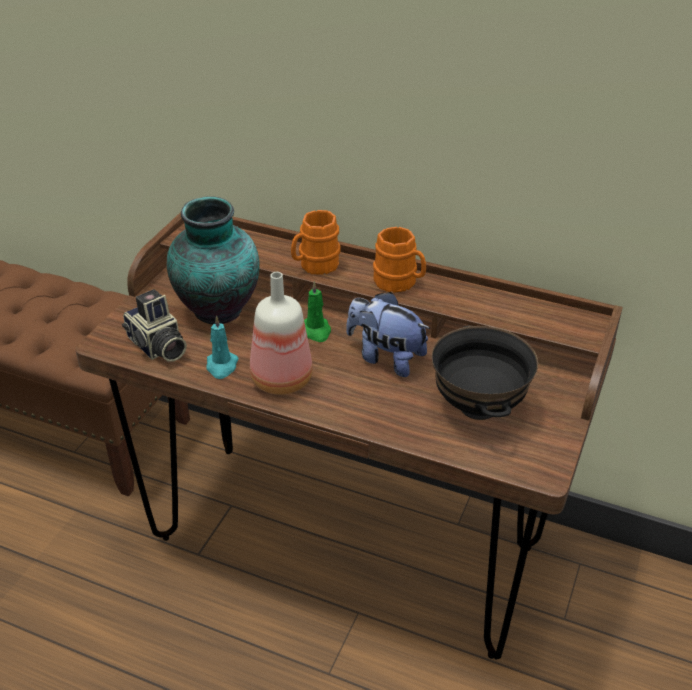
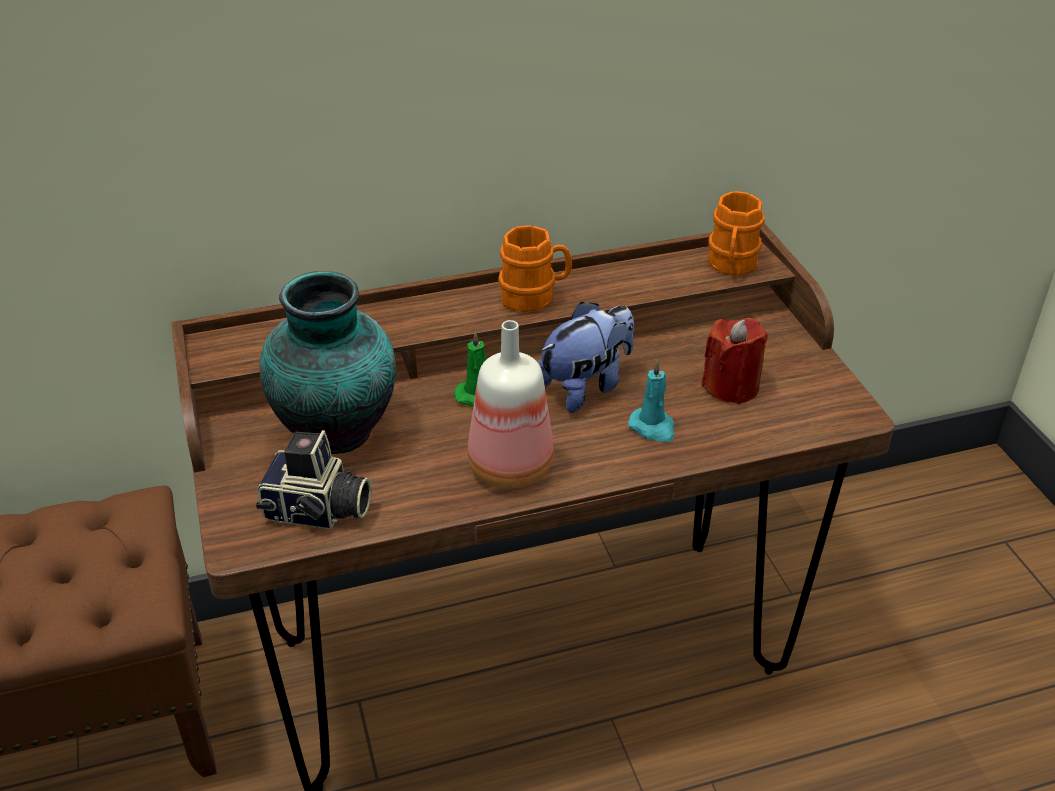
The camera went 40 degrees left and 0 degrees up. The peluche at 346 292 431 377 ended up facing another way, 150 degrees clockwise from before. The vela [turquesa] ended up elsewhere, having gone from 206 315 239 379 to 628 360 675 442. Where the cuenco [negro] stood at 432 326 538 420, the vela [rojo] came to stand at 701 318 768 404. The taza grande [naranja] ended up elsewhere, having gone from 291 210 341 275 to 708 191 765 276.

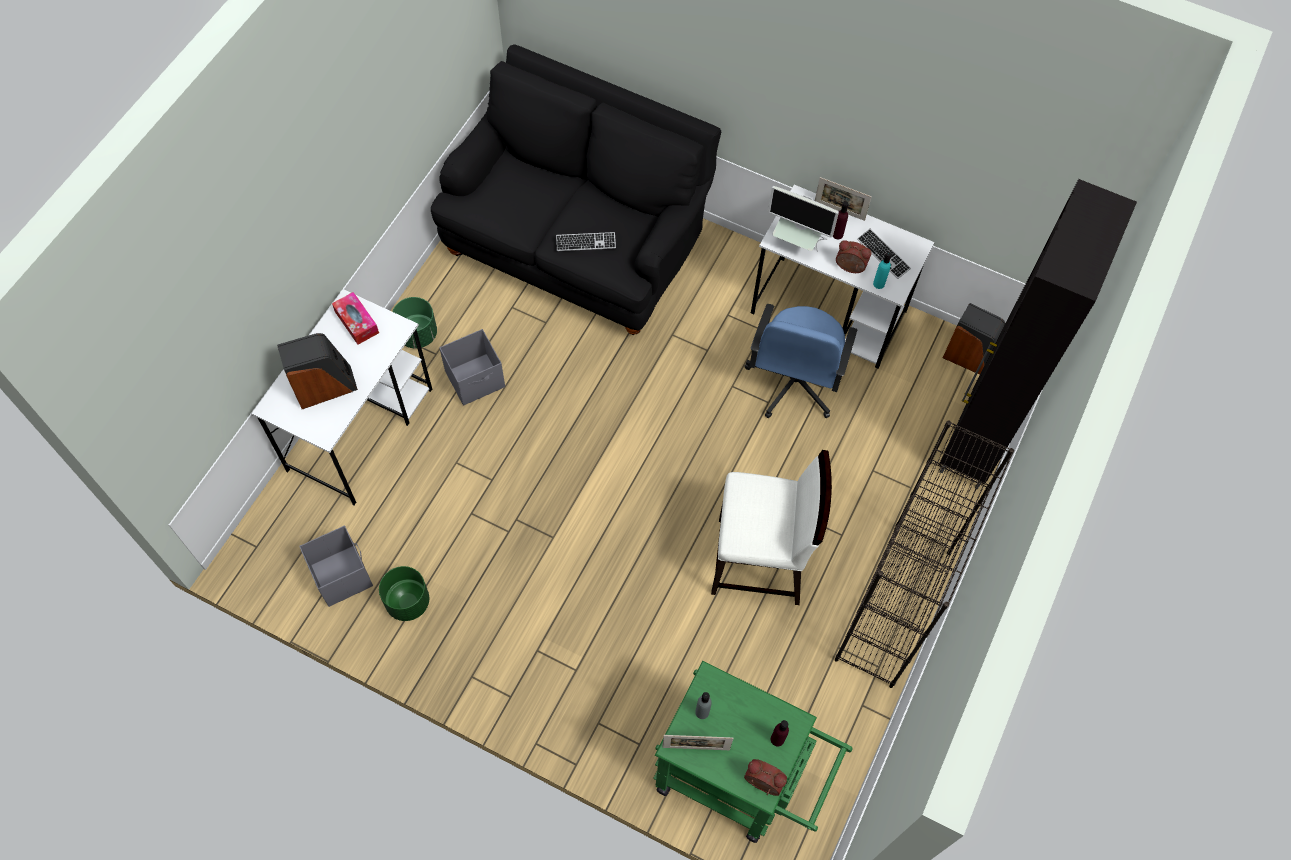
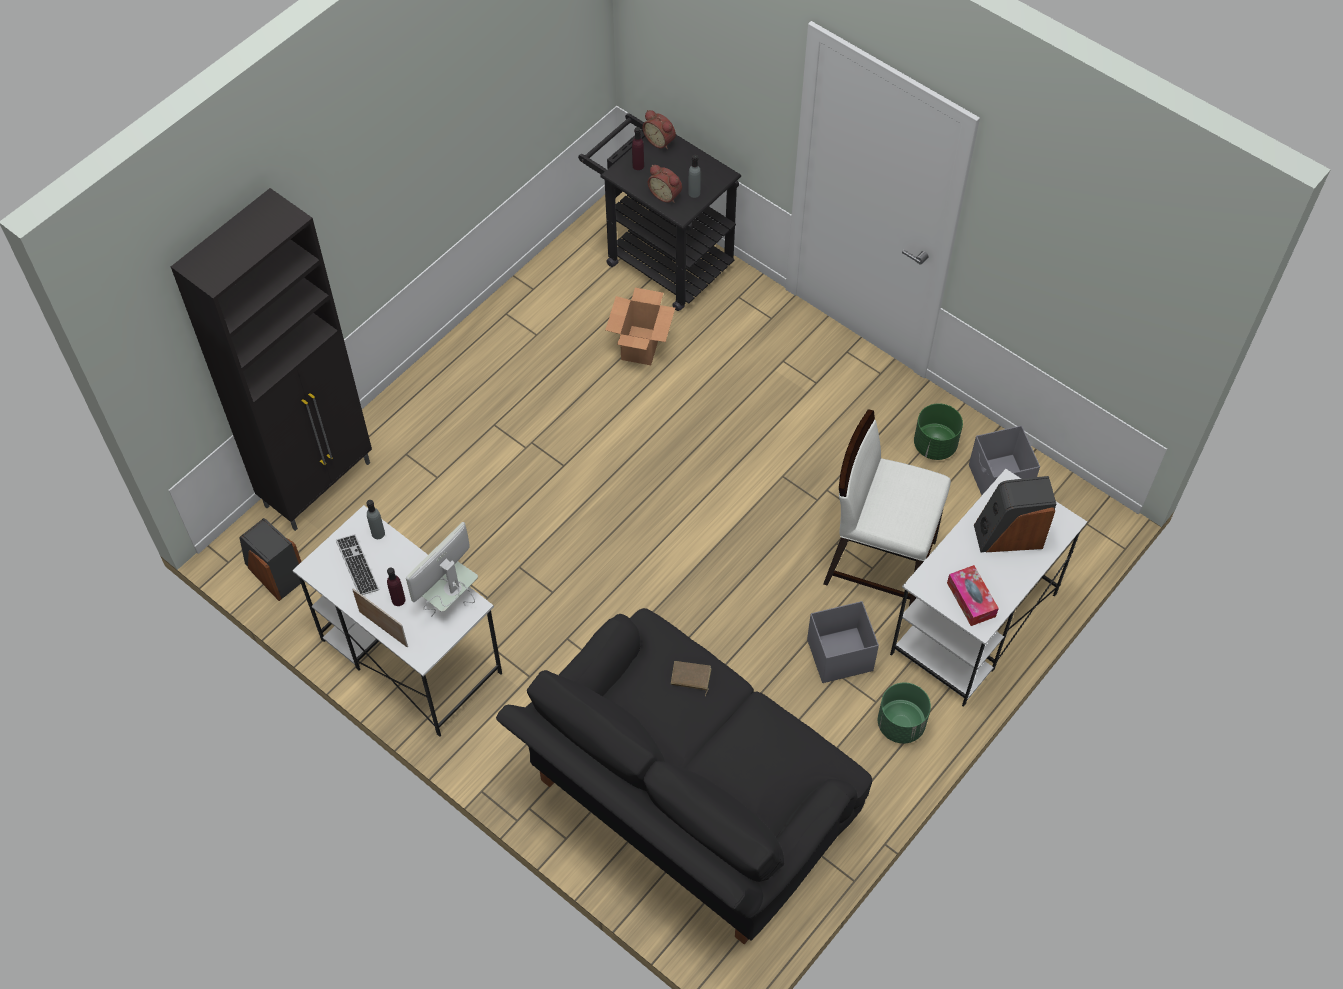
The camera went 165 degrees left and 5 degrees down. What was the botella [turquesa] at 873 252 892 289 turned into the botella [gris] at 366 500 385 539. The monitor at 768 186 839 252 ended up facing another way, 90 degrees counterclockwise from before. What was the carrito [verde] at 653 661 853 843 turned into the carrito [negro] at 578 113 741 311. The second view gained the caja de cartón at 605 288 675 365. The despertador ended up elsewhere, having gone from 836 240 872 273 to 648 165 682 203. Where the teclado stood at 556 232 616 251, the libro [marrón] came to stand at 671 661 712 697. The silla [blanco] ended up elsewhere, having gone from 711 450 832 605 to 823 409 951 606. The second view lost the portarretratos at 662 735 733 750. The second view lost the silla de oficina [azul] at 744 304 857 418. The second view lost the estantería [negro] at 835 420 1014 688.

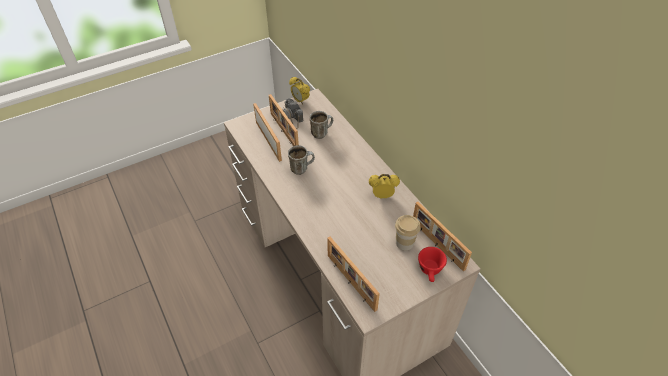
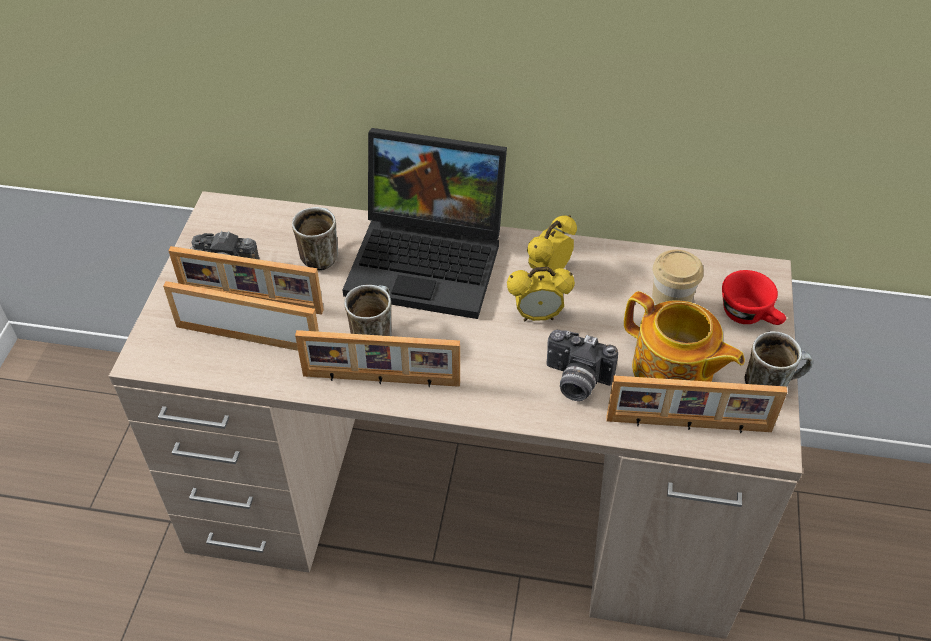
The camera went 50 degrees left and 0 degrees up. The portarretratos ended up elsewhere, having gone from 413 202 472 272 to 295 330 460 388. The second view gained the portátil at 343 128 507 319. The despertador ended up elsewhere, having gone from 289 77 310 105 to 507 267 575 321. The second view gained the cámara at 546 330 618 401. The second view gained the tetera at 624 291 745 382. The second view gained the taza grande at 744 331 813 387.

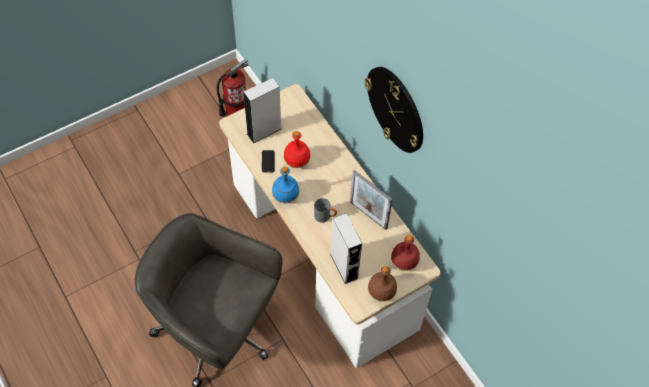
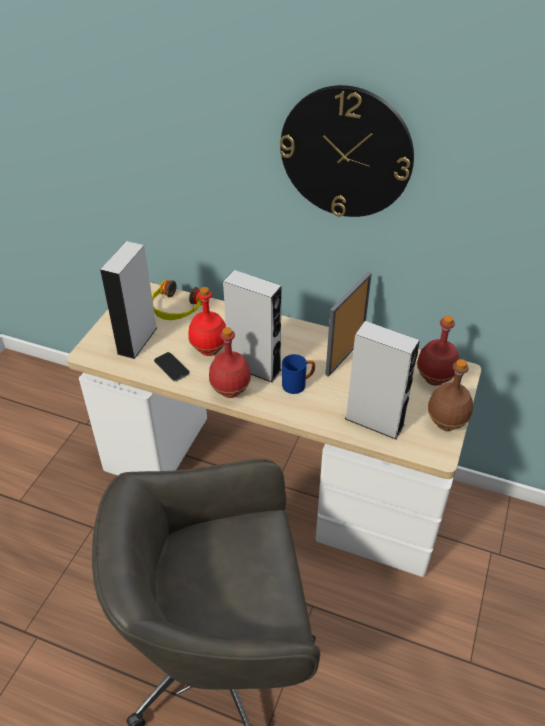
The camera went 35 degrees left and 15 degrees down. The second view gained the auriculares at 152 280 202 320. What was the botella [azul] at 272 167 299 204 turned into the botella [rojo] at 209 327 251 398. The second view gained the altavoz [gris] at 223 270 281 383. What was the taza grande [gris] at 314 198 337 223 turned into the taza grande [azul] at 282 354 315 394. The portarretratos at 350 170 393 230 ended up facing another way, 120 degrees clockwise from before. The second view lost the extintor at 217 59 249 117.

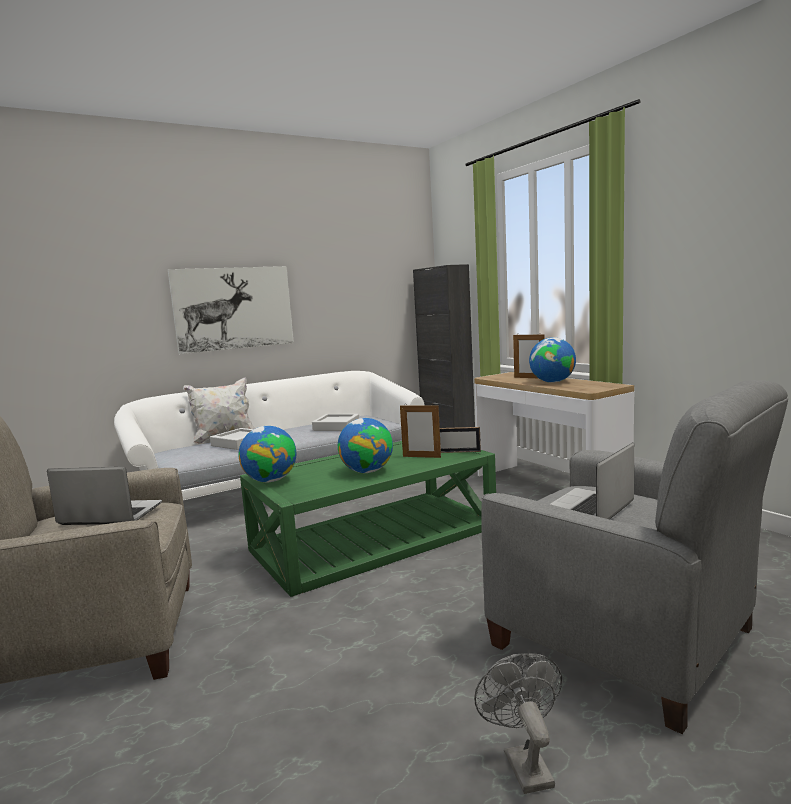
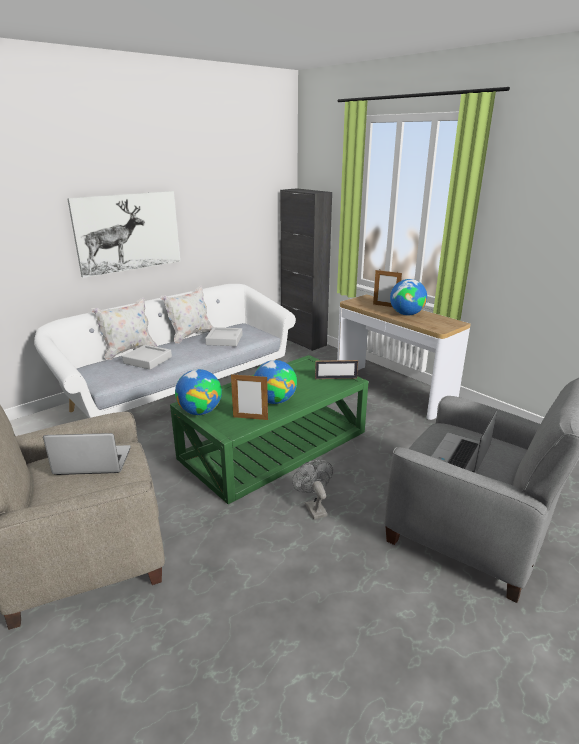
The camera went 10 degrees left and 15 degrees up. The second view gained the cojín [blanco] at 161 285 213 343. The portarretratos ended up elsewhere, having gone from 400 404 441 458 to 231 373 268 420. The ventilador [gris] ended up elsewhere, having gone from 474 653 562 794 to 292 460 333 519.

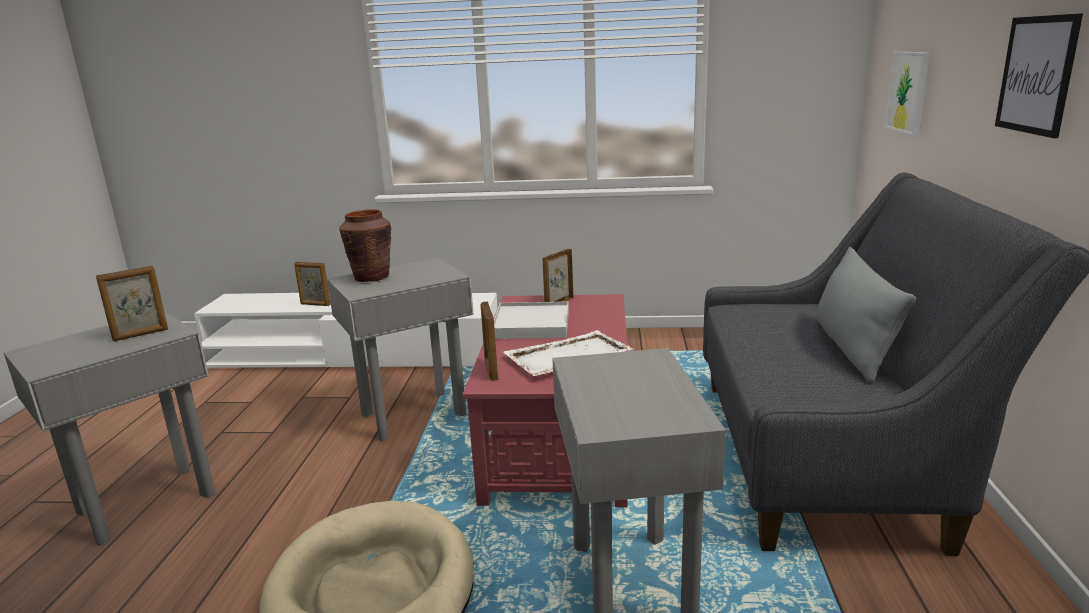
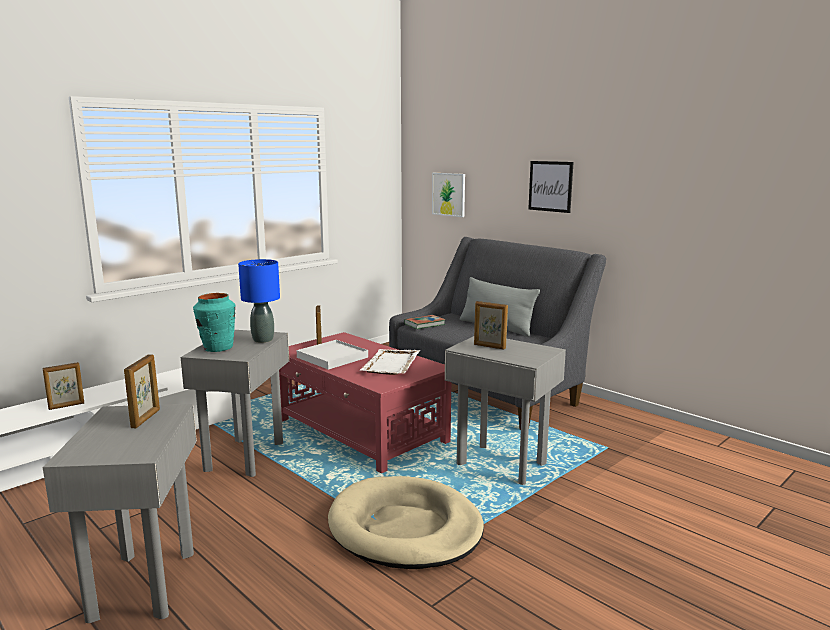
The camera went 50 degrees left and 5 degrees down. What was the florero [marrón] at 339 209 392 282 turned into the florero [turquesa] at 193 293 236 352. The second view gained the lámpara de mesa [azul] at 238 259 280 343. The second view gained the libro at 404 315 445 329. The portarretratos ended up elsewhere, having gone from 481 302 498 381 to 474 301 508 350.

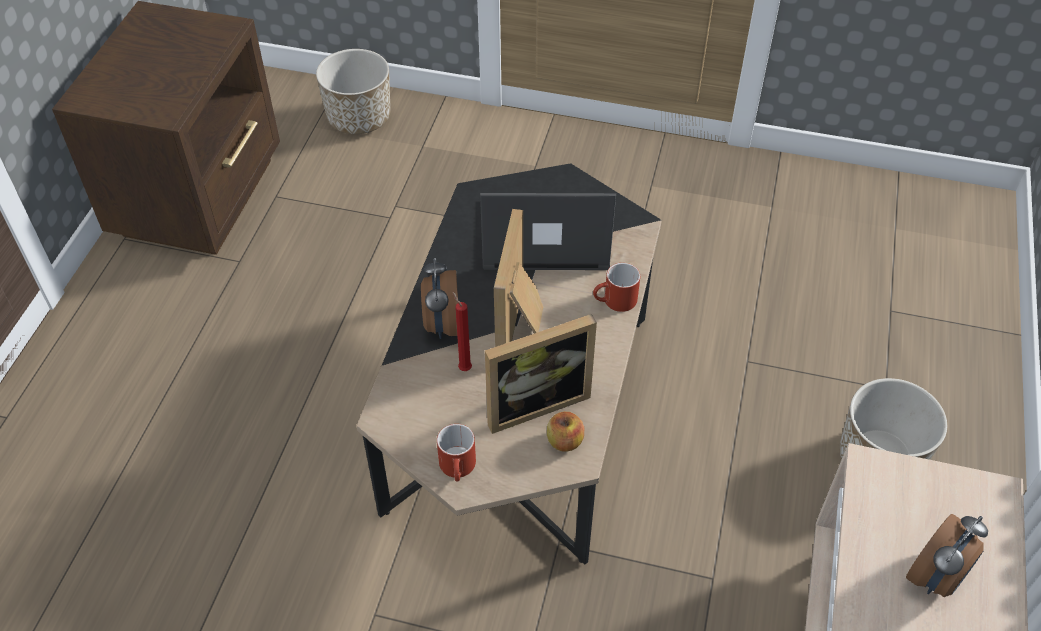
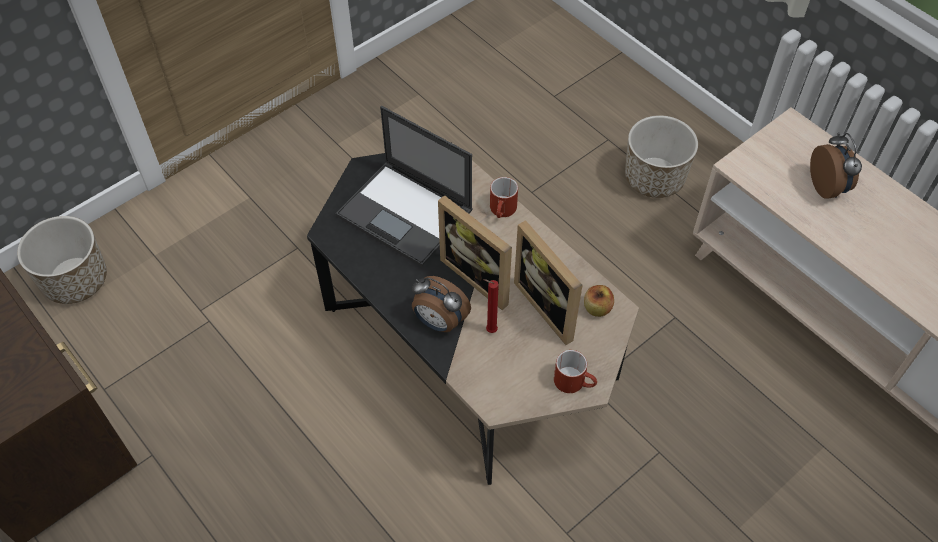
The camera went 55 degrees left and 5 degrees up. The portátil at 480 193 616 270 ended up facing another way, 90 degrees counterclockwise from before. The portarretratos at 485 314 597 434 ended up facing another way, 135 degrees clockwise from before.

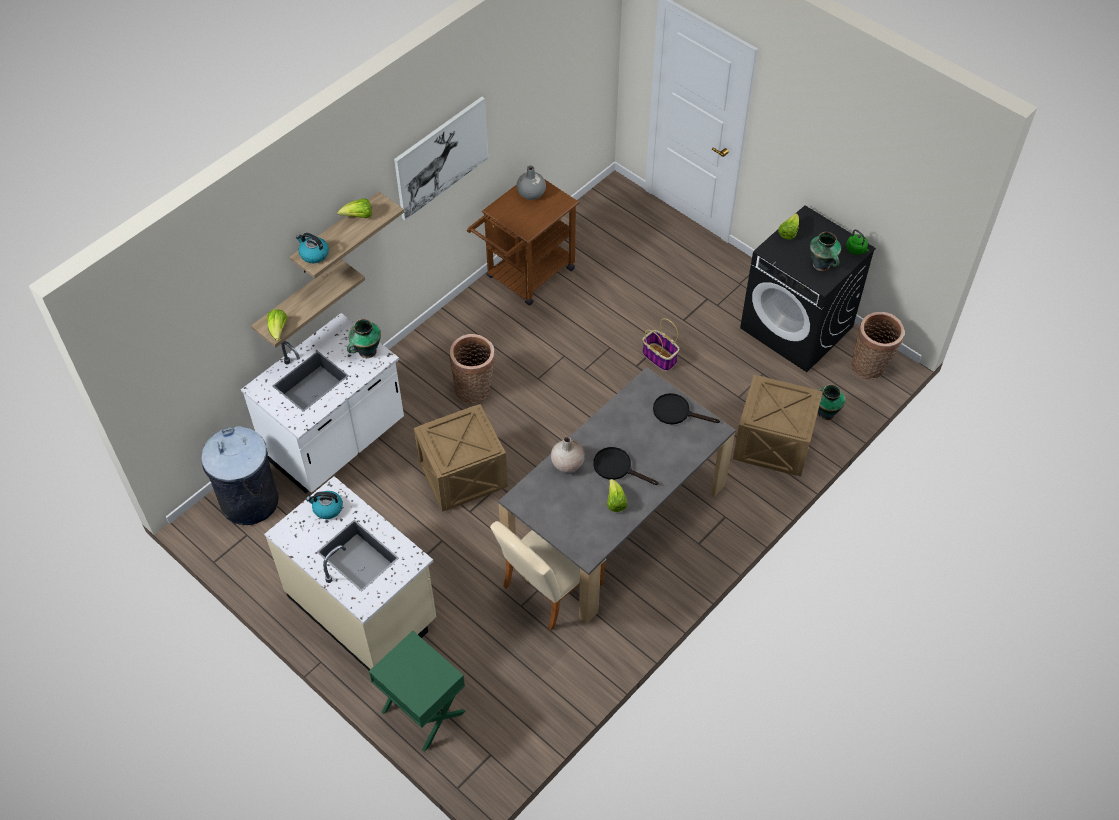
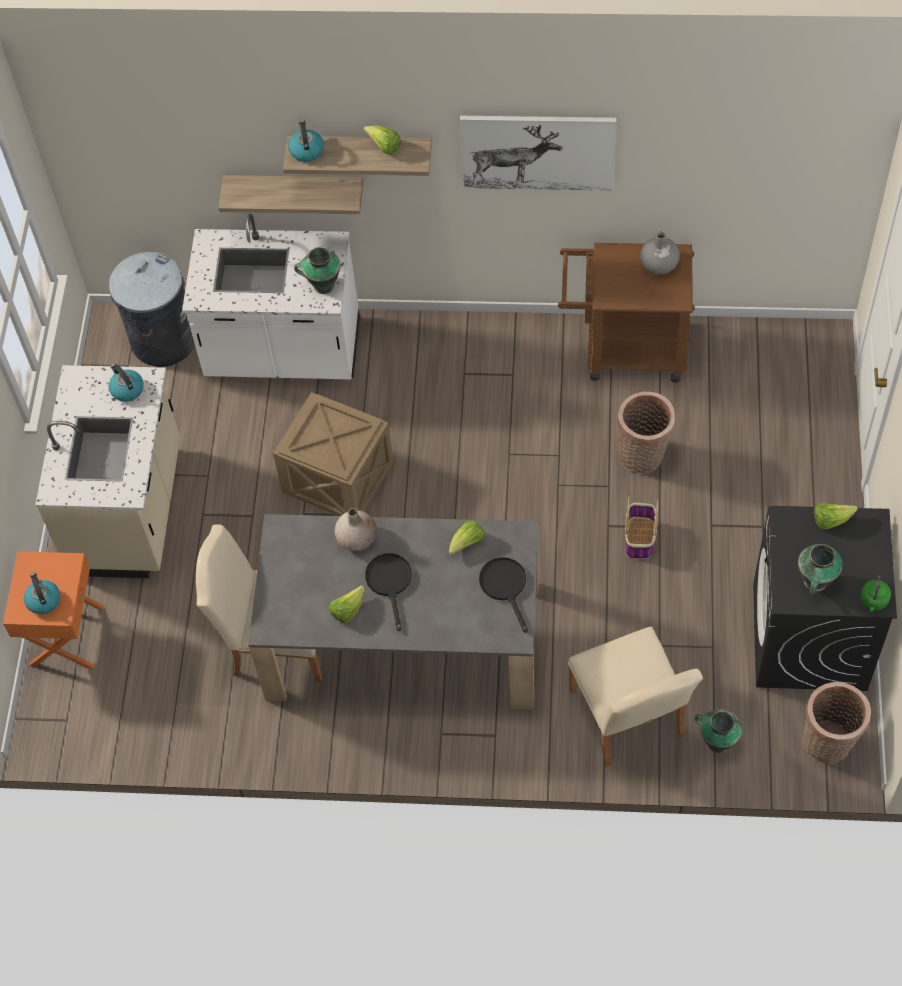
The camera went 55 degrees right and 5 degrees up. What was the mesita de noche [verde] at 369 631 465 752 turned into the mesita de noche [naranja] at 3 551 104 668. The second view gained the hervidor at 24 572 60 614. The lechuga ended up elsewhere, having gone from 267 309 288 341 to 449 520 485 555. Where the caja de embalaje stood at 733 375 823 477, the silla [beis] came to stand at 568 627 703 767. The cesta ended up elsewhere, having gone from 449 334 495 404 to 617 392 675 474.

